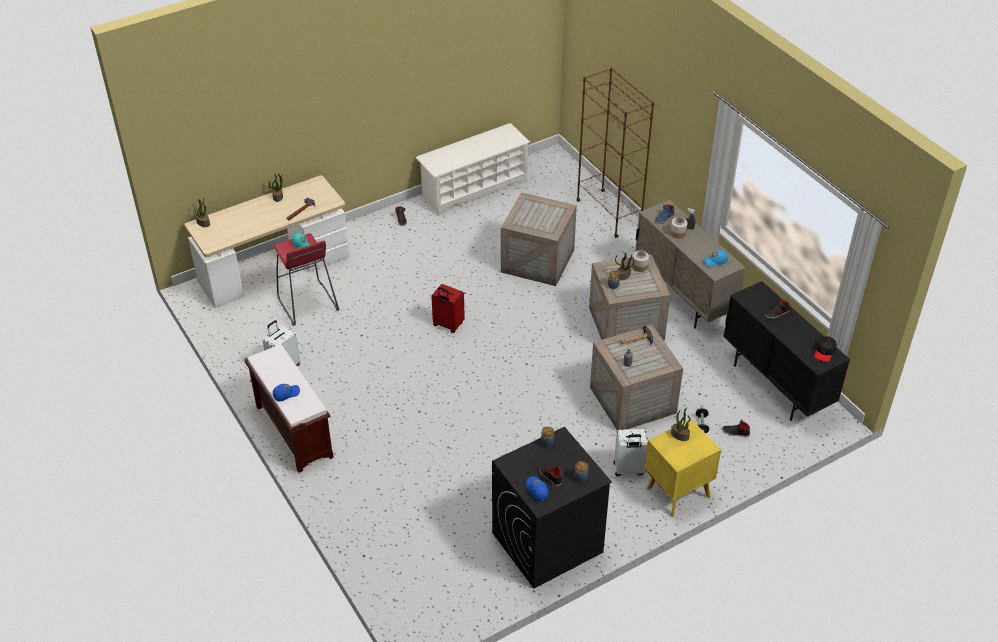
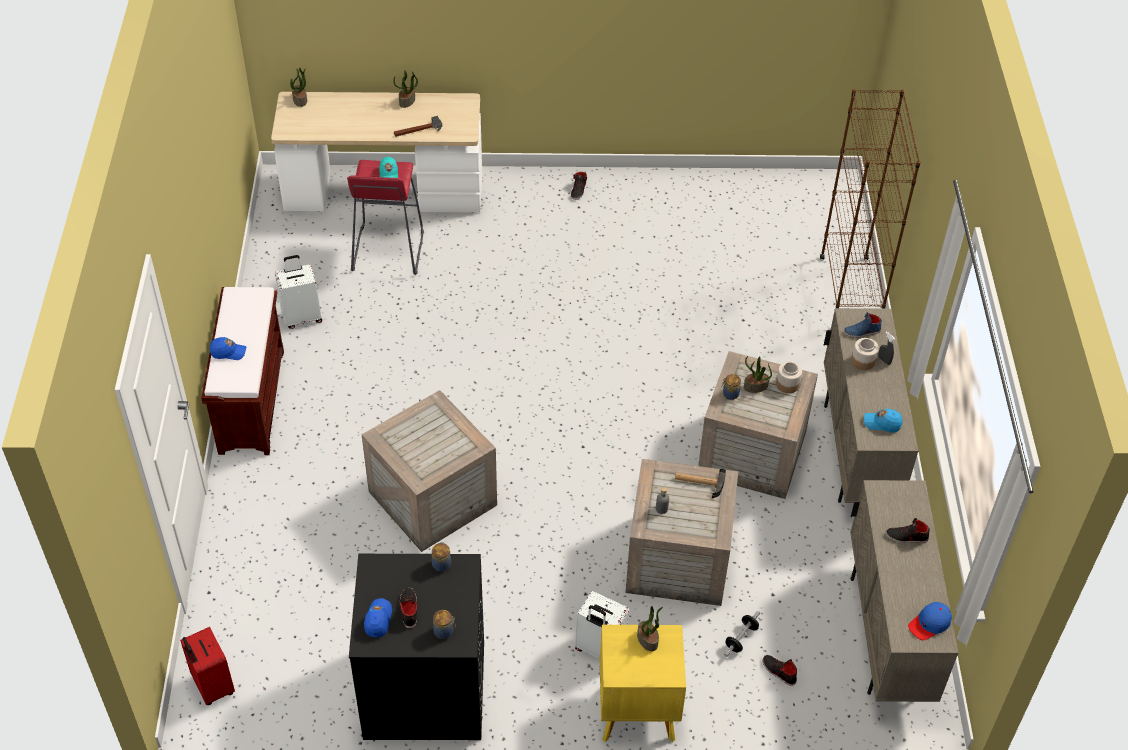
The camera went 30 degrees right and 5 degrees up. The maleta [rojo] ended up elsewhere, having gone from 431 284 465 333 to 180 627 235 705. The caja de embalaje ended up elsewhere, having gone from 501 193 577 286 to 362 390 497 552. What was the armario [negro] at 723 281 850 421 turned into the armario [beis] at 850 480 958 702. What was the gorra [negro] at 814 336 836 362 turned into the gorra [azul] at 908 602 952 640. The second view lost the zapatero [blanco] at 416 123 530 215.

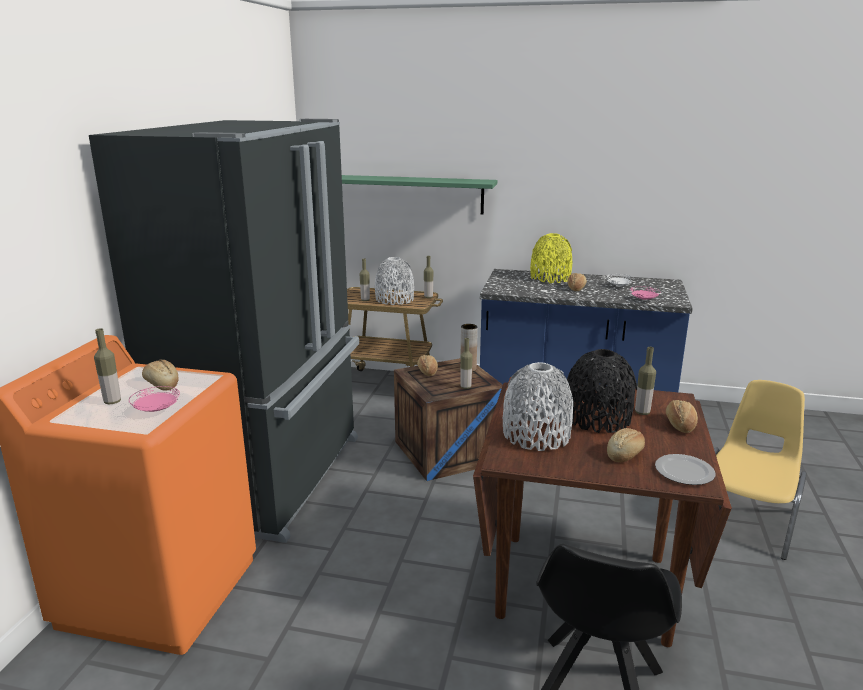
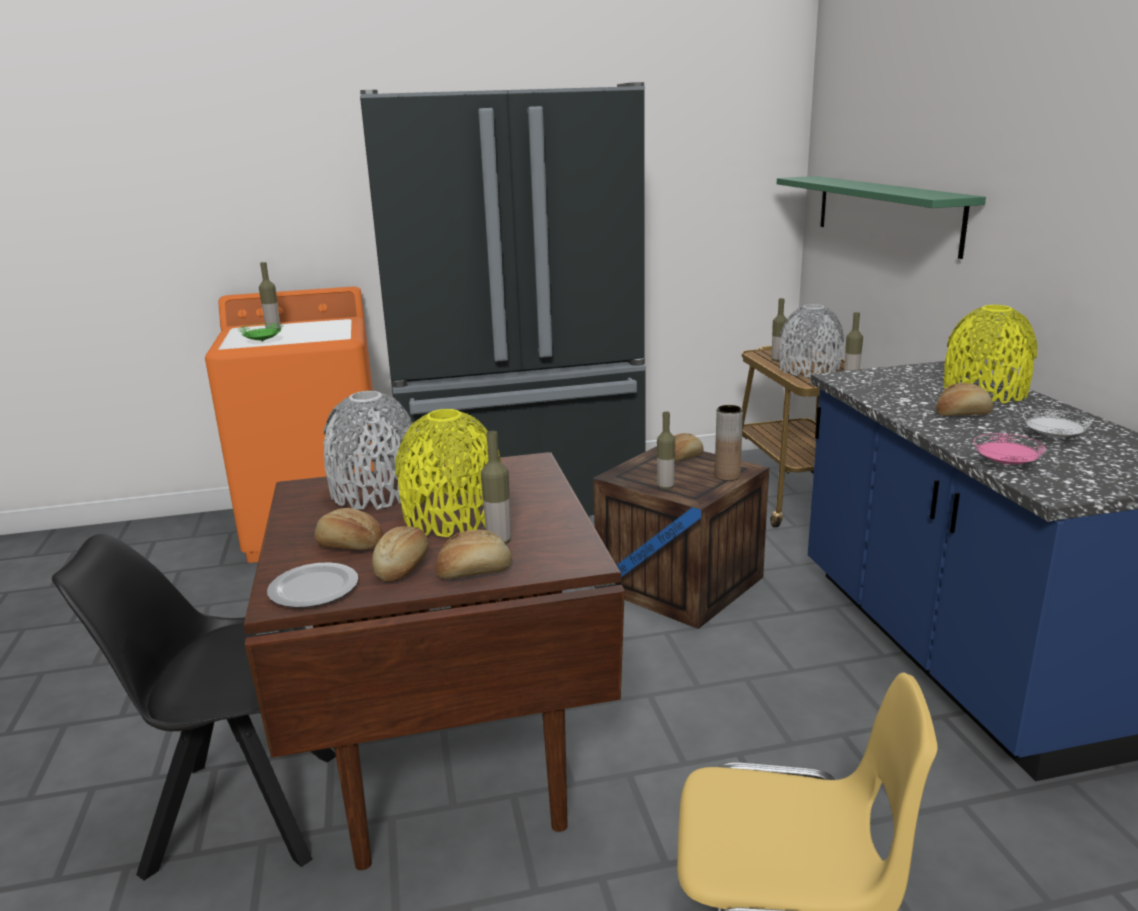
The camera went 65 degrees right and 0 degrees up. What was the plato [rosa] at 129 386 180 412 turned into the plato [verde] at 238 323 283 342. The pan ended up elsewhere, having gone from 142 359 179 391 to 372 526 429 582. What was the florero [negro] at 567 349 637 433 turned into the florero [amarillo] at 395 409 501 537.

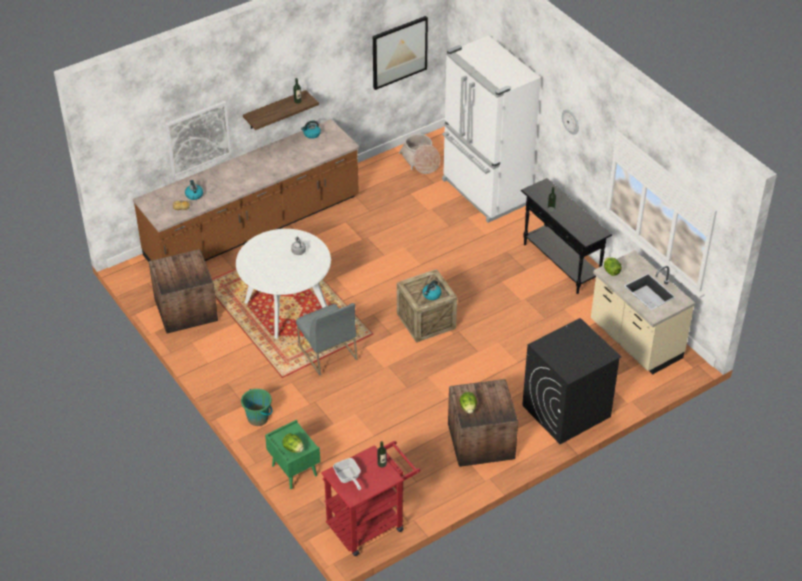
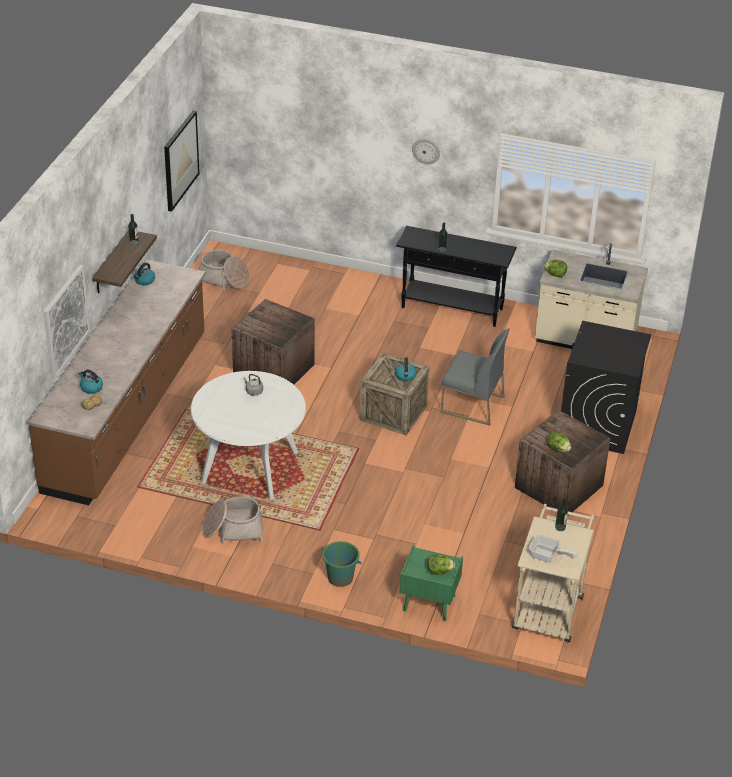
The camera went 40 degrees left and 5 degrees down. The second view gained the cesta at 202 496 263 545. The caja de embalaje ended up elsewhere, having gone from 149 249 218 333 to 232 299 315 385. The silla [gris] ended up elsewhere, having gone from 296 303 358 375 to 441 328 510 425. What was the carrito [rojo] at 321 441 420 556 turned into the carrito [beis] at 512 504 594 642. The second view lost the nevera [blanco] at 442 35 541 223.

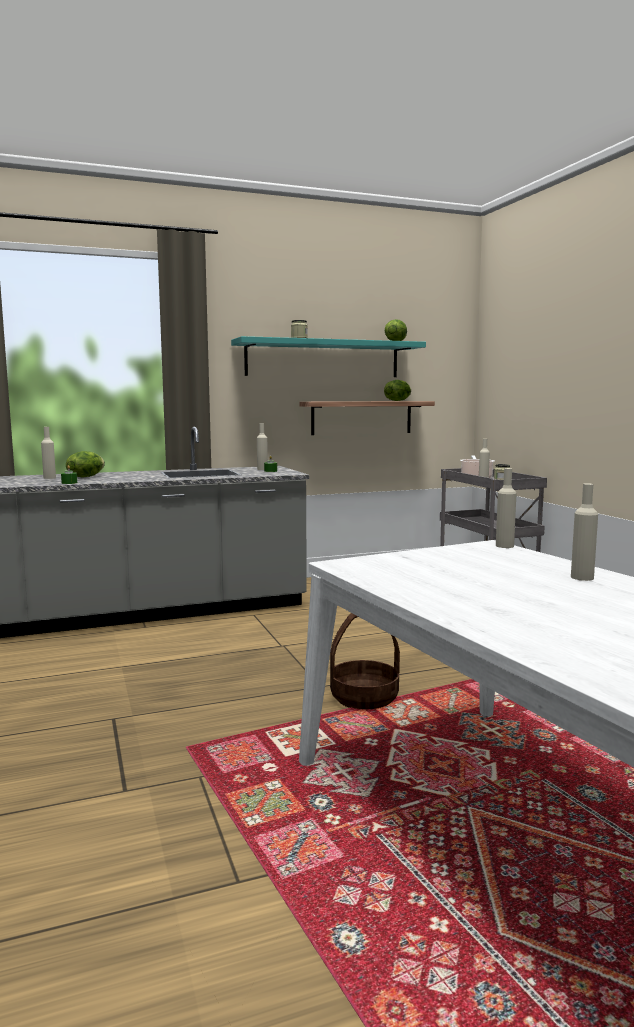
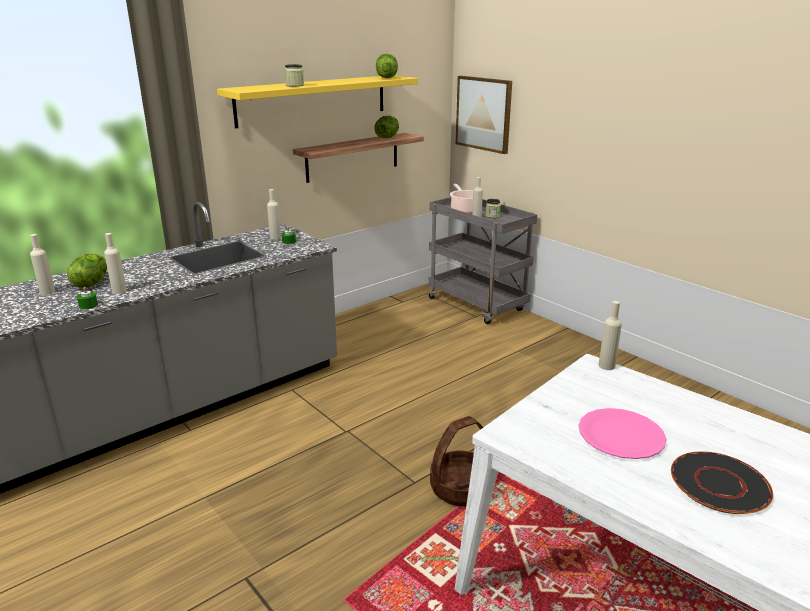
The camera went 20 degrees left and 15 degrees up. The botella [beis] ended up elsewhere, having gone from 571 483 598 581 to 104 233 127 294. What was the estante [turquesa] at 231 336 426 377 turned into the estante [amarillo] at 217 75 418 128. The second view gained the cuadro at 456 76 512 154. The second view gained the plato [rosa] at 579 408 666 459. The second view gained the plato [negro] at 671 451 773 514.

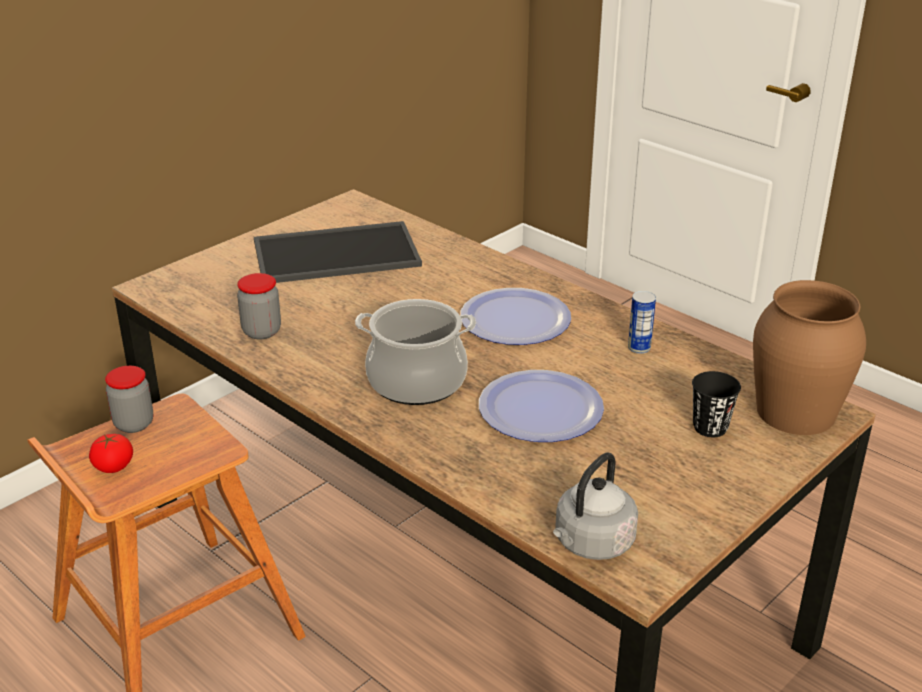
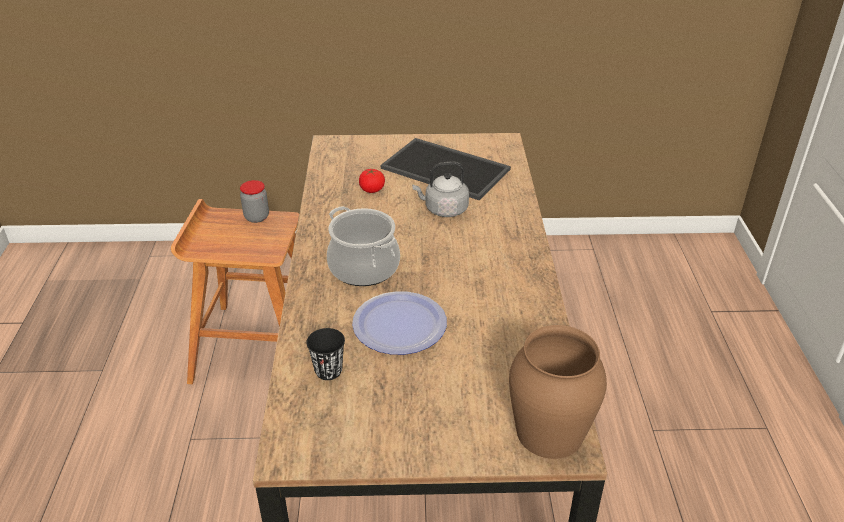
The camera went 45 degrees right and 5 degrees up. The taza [negro] ended up elsewhere, having gone from 692 371 741 437 to 306 328 345 380. The tomate ended up elsewhere, having gone from 89 434 133 473 to 359 169 385 193. The hervidor [gris] ended up elsewhere, having gone from 553 452 638 560 to 412 162 469 217. The second view lost the tarro at 237 273 281 339. The second view lost the plato at 460 288 571 345. The second view lost the lata at 628 291 656 354.

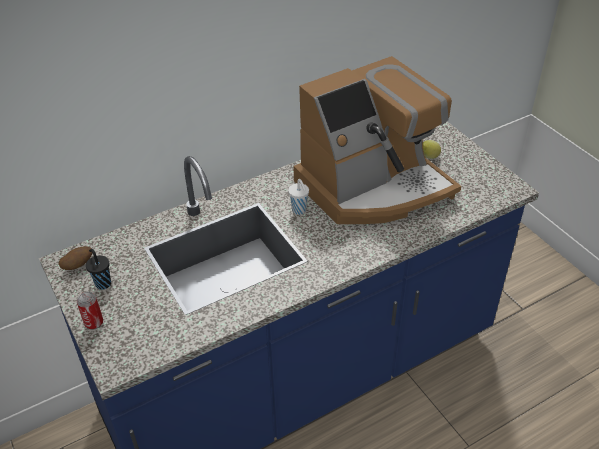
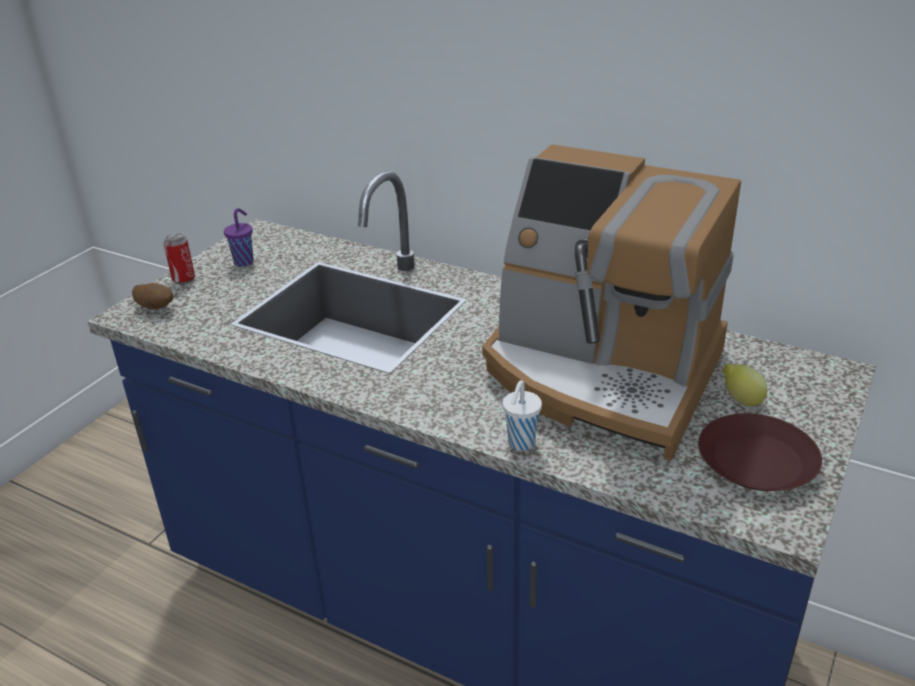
The camera went 60 degrees right and 10 degrees down. The patata ended up elsewhere, having gone from 59 247 92 270 to 132 283 173 309. What was the taza [negro] at 86 249 111 290 turned into the taza [morado] at 224 208 254 267. The taza [blanco] ended up elsewhere, having gone from 288 179 309 215 to 502 380 542 451. The second view gained the plato [marrón] at 698 413 822 491.

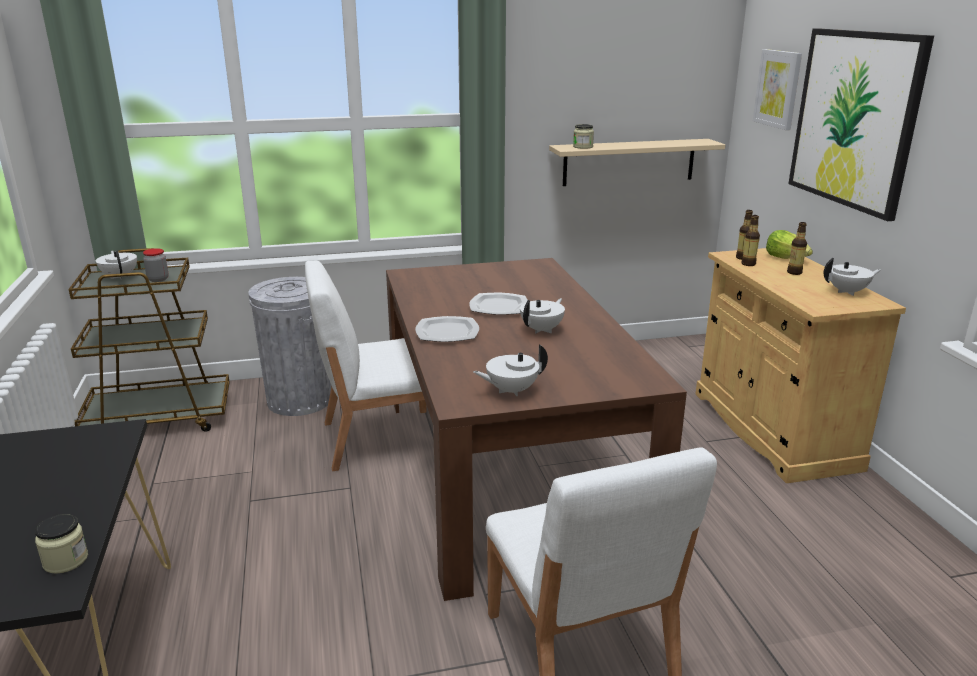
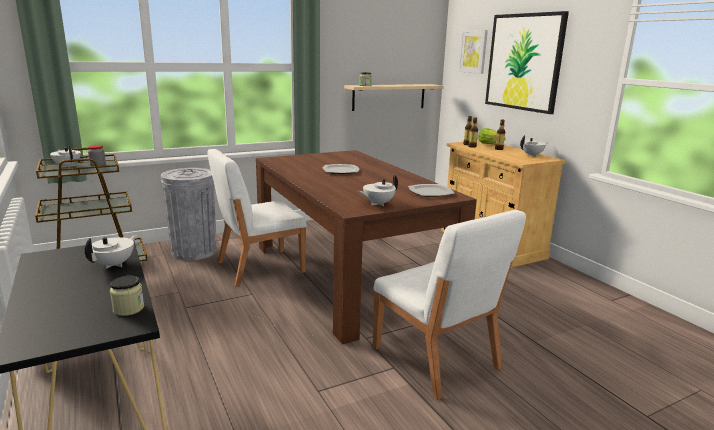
The camera went 15 degrees left and 5 degrees down. The tetera [blanco] ended up elsewhere, having gone from 520 298 565 333 to 85 235 137 269. The plato ended up elsewhere, having gone from 415 316 479 342 to 408 184 455 197.

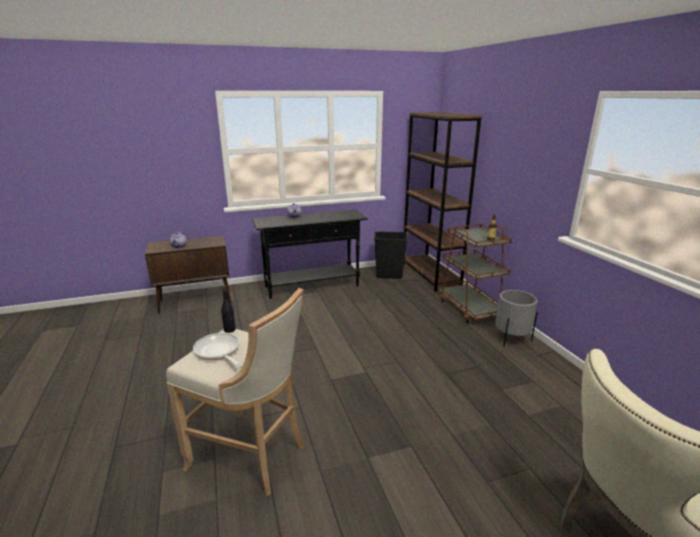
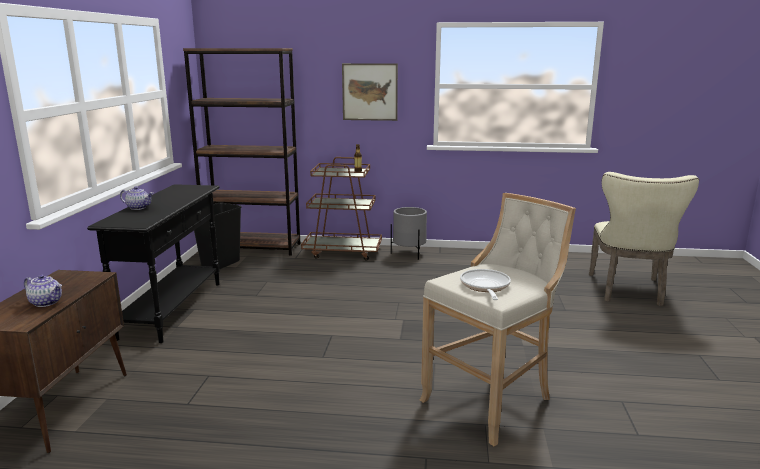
The camera went 65 degrees left and 5 degrees down. The second view gained the cuadro at 342 63 398 121. The sartén at 193 333 242 369 ended up facing another way, 105 degrees clockwise from before. The second view lost the botella [negro] at 221 285 236 333.

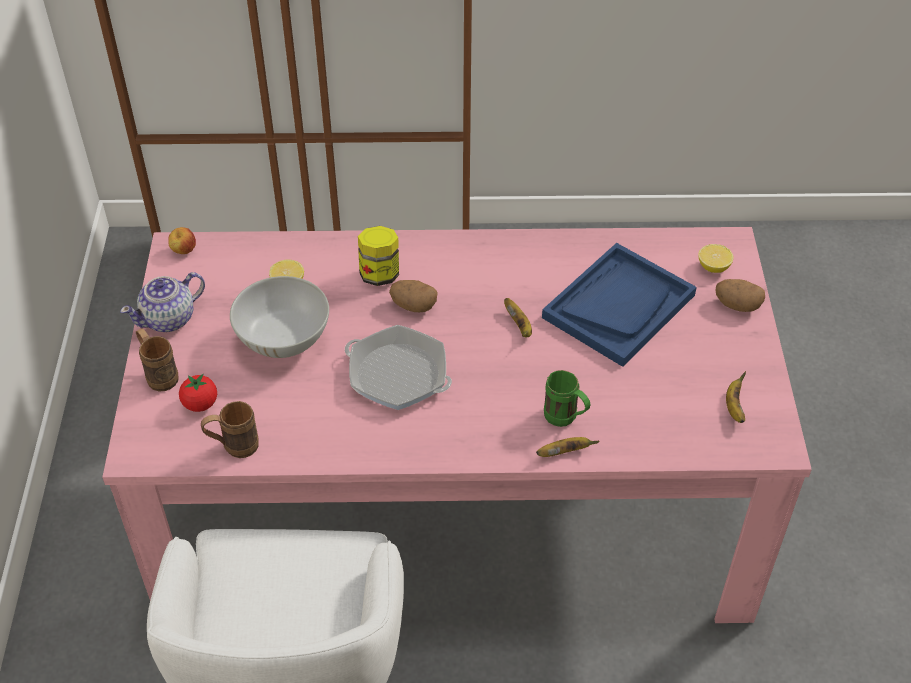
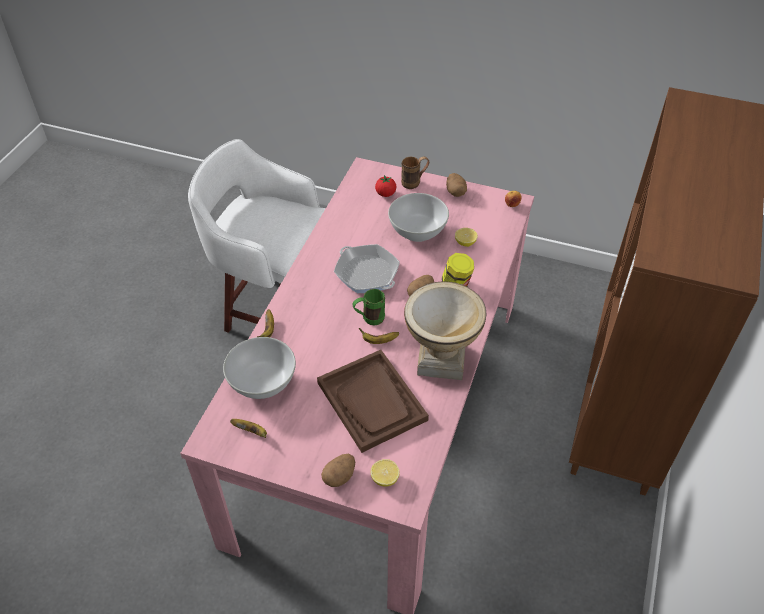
The camera went 110 degrees right and 0 degrees up. The second view gained the cuenco [blanco] at 223 337 296 399. What was the bandeja [azul] at 542 243 697 367 turned into the bandeja [marrón] at 317 350 429 453. The sartén at 345 325 452 410 ended up facing another way, 90 degrees counterclockwise from before. The taza grande [verde] ended up elsewhere, having gone from 544 370 590 427 to 352 289 385 325. The second view gained the florero at 404 281 486 380. Where the tetera stood at 120 272 205 332, the patata came to stand at 446 173 467 197. The second view lost the taza grande [marrón] at 201 401 259 458.

